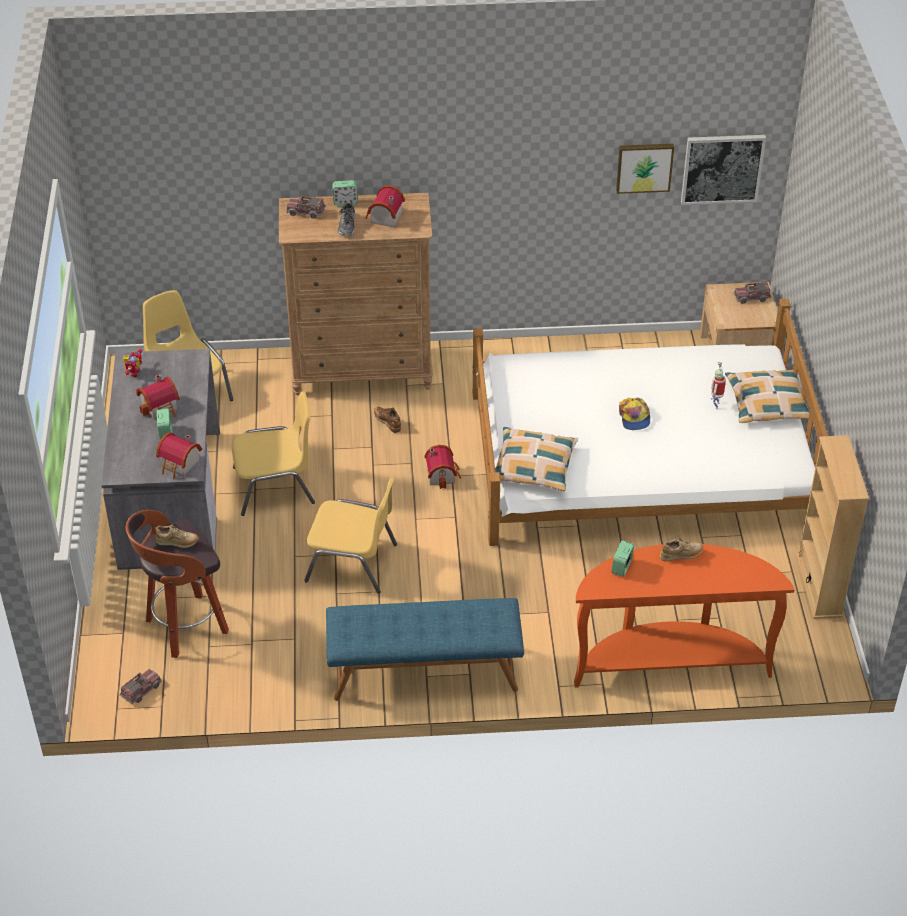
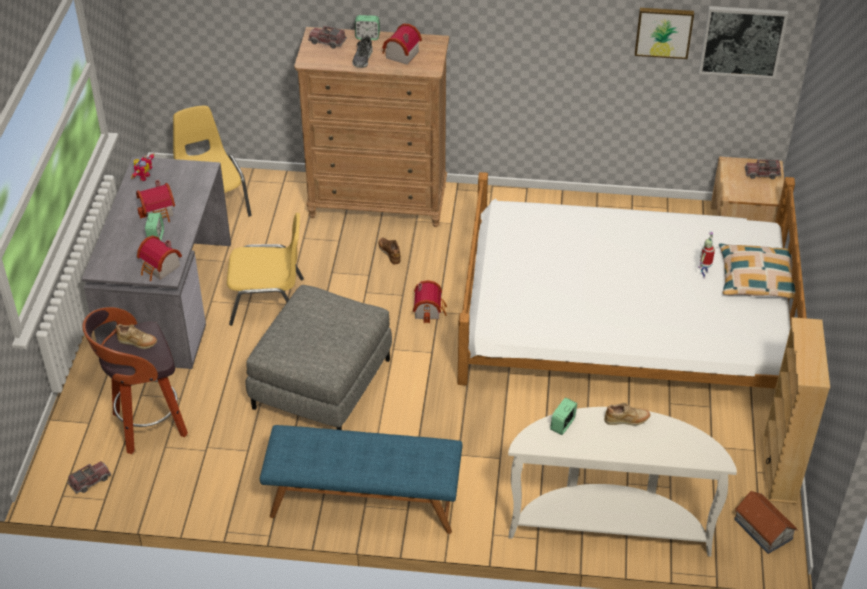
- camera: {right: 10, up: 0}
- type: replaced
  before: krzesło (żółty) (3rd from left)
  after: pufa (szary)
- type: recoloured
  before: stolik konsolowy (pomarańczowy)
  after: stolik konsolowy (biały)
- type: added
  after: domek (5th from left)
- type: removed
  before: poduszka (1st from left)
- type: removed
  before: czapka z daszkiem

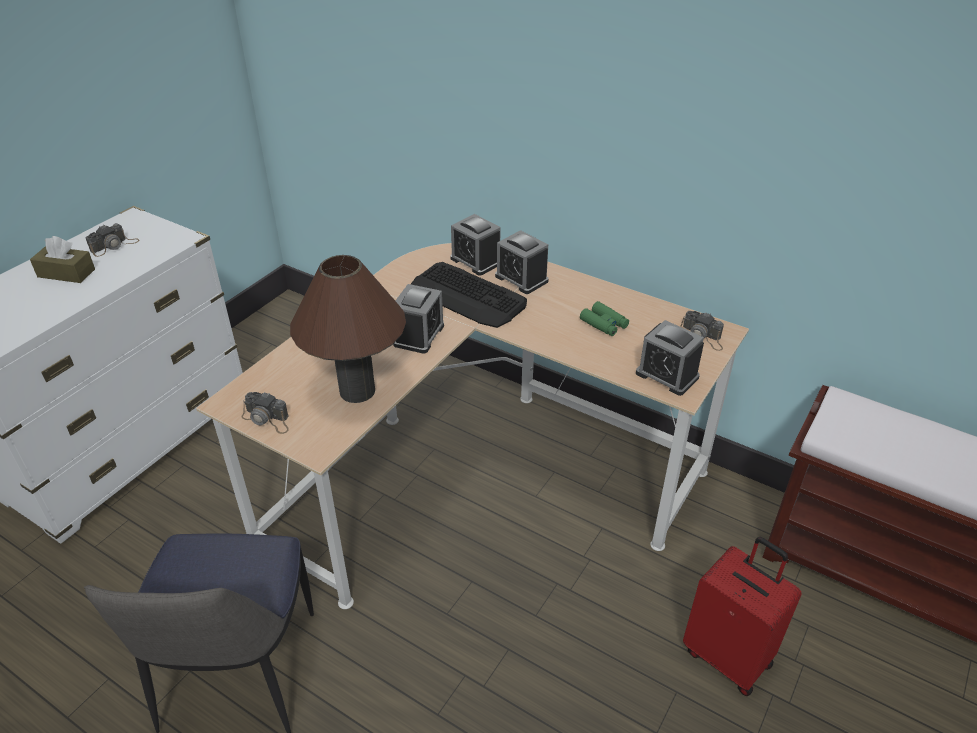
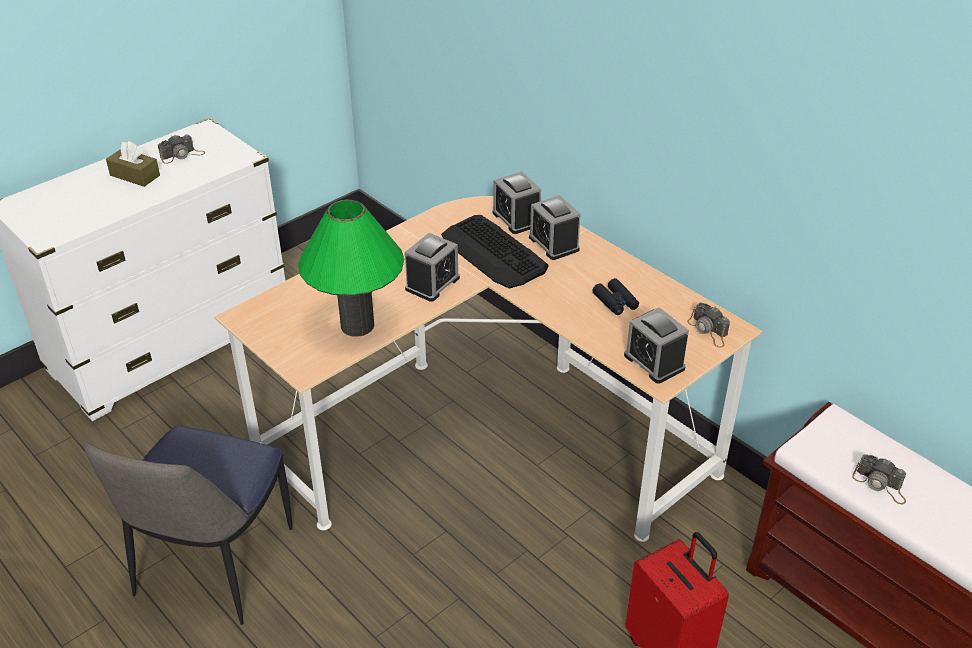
- camera: {right: 15, up: 0}
- type: recoloured
  before: lampa stołowa (brązowy)
  after: lampa stołowa (zielony)
- type: recoloured
  before: lornetka (zielony)
  after: lornetka (czarny)
- type: moved
  before: aparat fotograficzny (2nd from left in the first image)
  after: aparat fotograficzny (3rd from left)

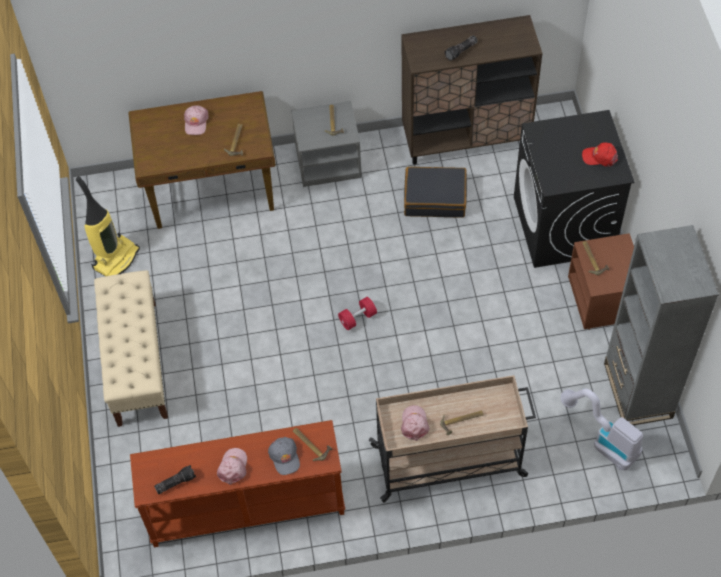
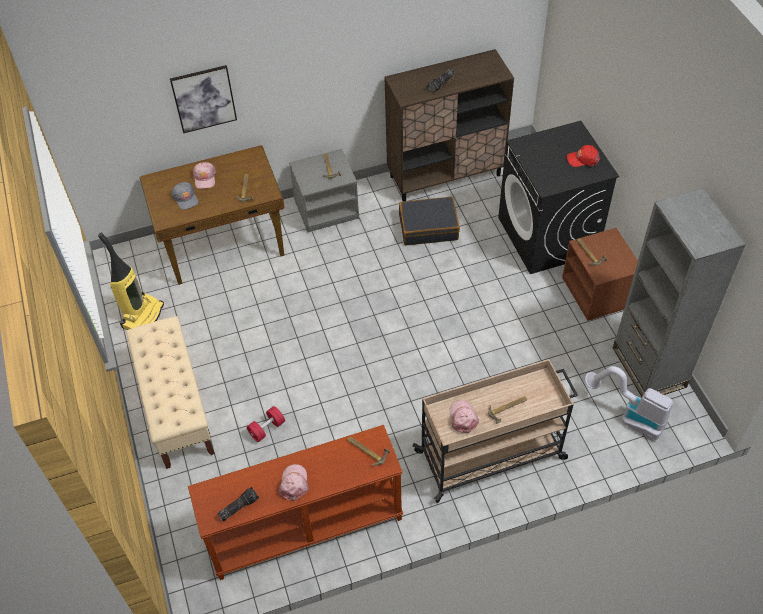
- camera: {right: -10, up: -5}
- type: added
  after: obraz
- type: moved
  before: czapka z daszkiem (szary)
- type: moved
  before: hantel (czerwony)

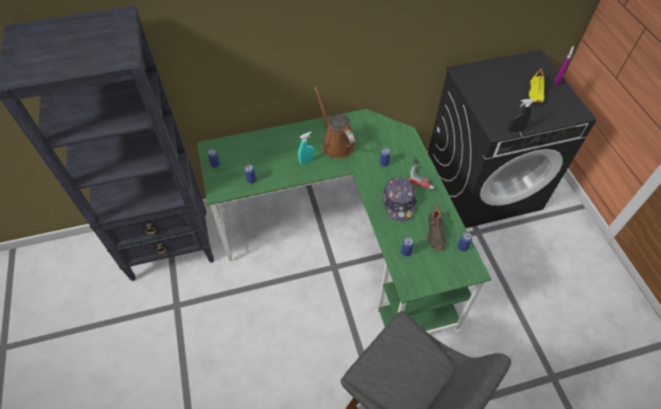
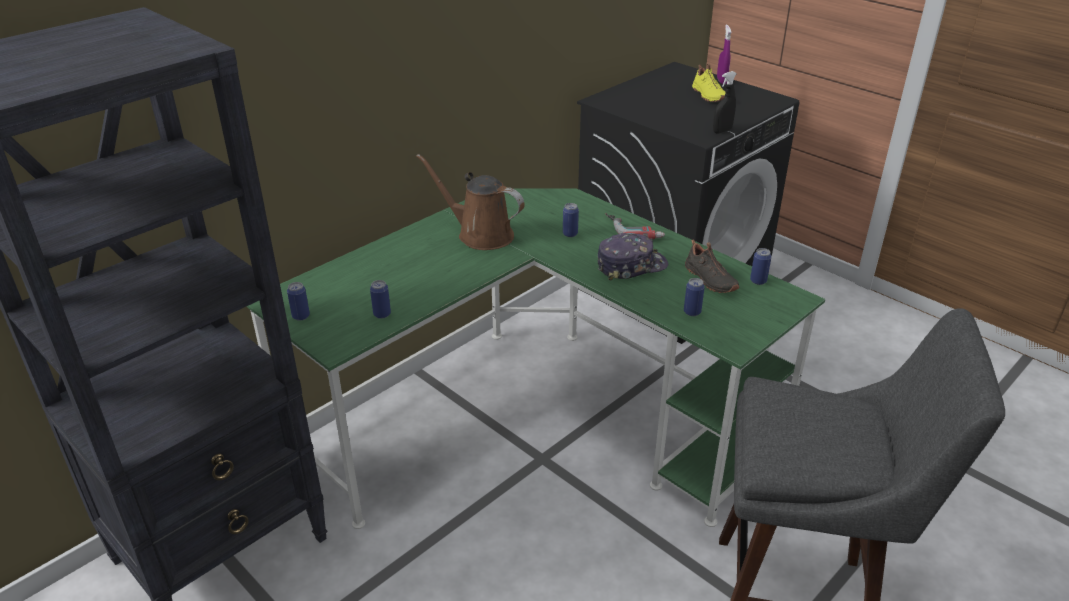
- camera: {right: -30, up: -20}
- type: turned
  before: czapka z daszkiem
  turn: -75
- type: removed
  before: spryskiwacz (turkusowy)

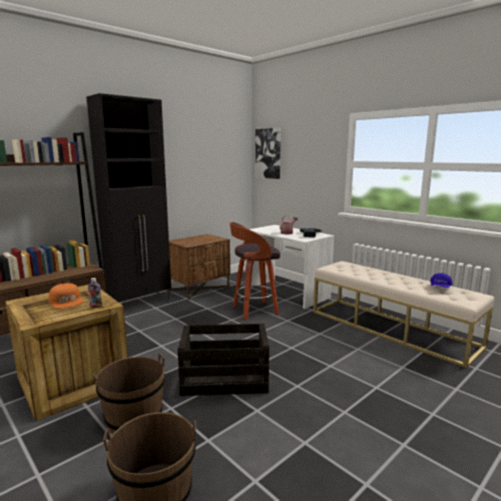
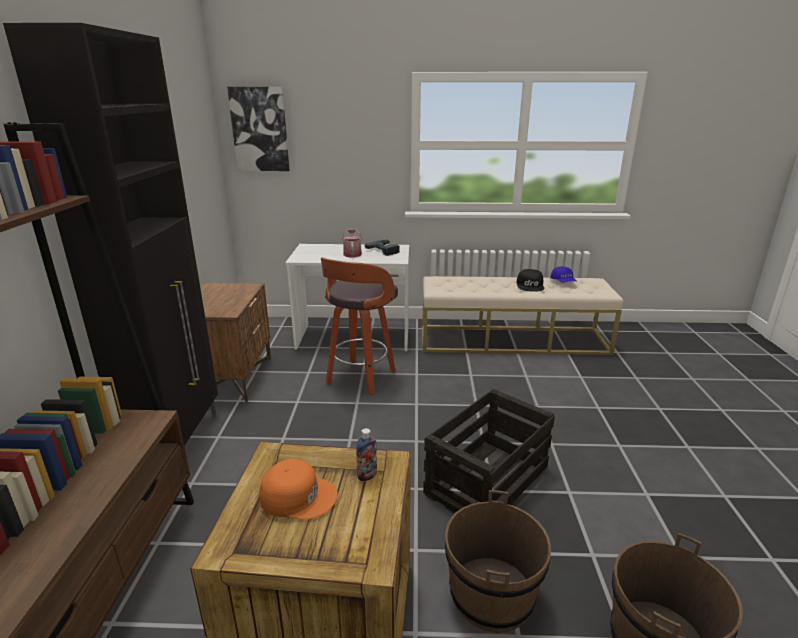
- camera: {right: -45, up: 10}
- type: added
  after: czapka z daszkiem (czarny)

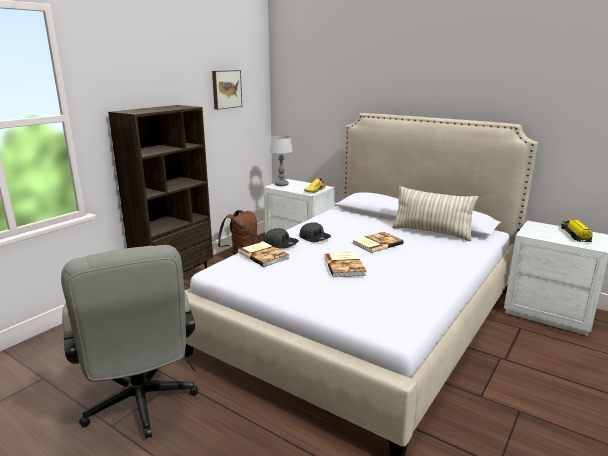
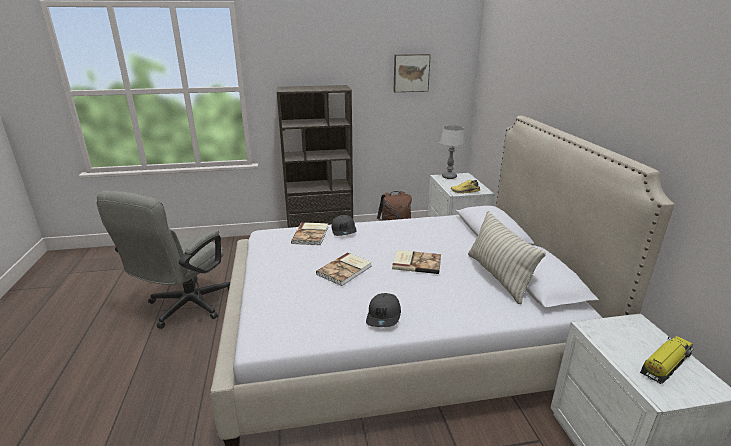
- camera: {right: 45, up: 5}
- type: moved
  before: czapka z daszkiem (szary) (2nd from left)

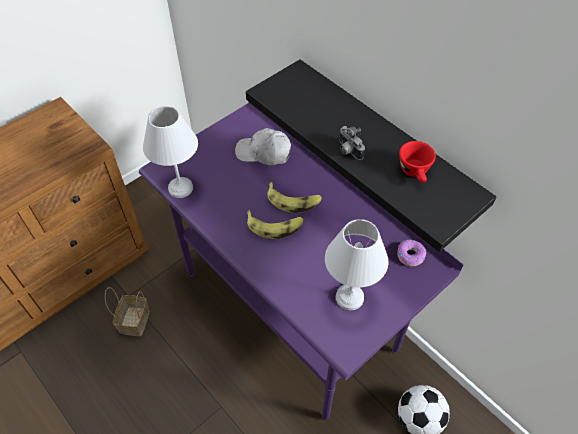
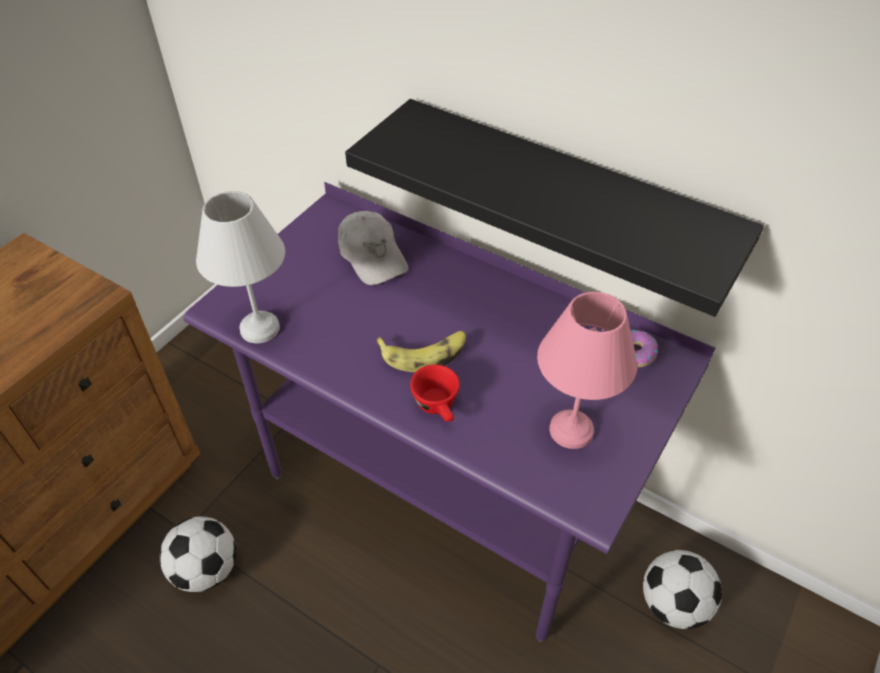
- camera: {right: -15, up: -5}
- type: replaced
  before: koszyk
  after: piłka futbolowa (1st from left)
- type: turned
  before: czapka z daszkiem (biały)
  turn: -120
- type: moved
  before: filiżanka (czerwony)
- type: recoloured
  before: lampa stołowa (biały) (2nd from left)
  after: lampa stołowa (różowy)
- type: removed
  before: banan (2nd from left)
- type: removed
  before: aparat fotograficzny

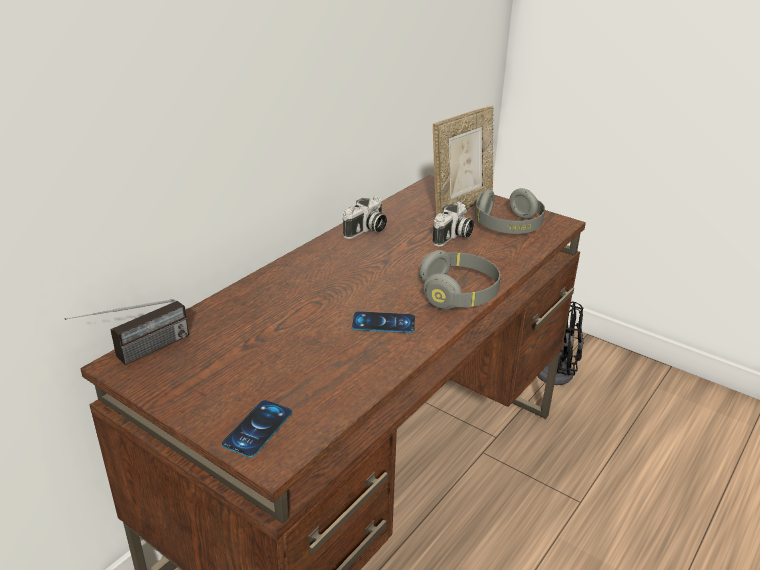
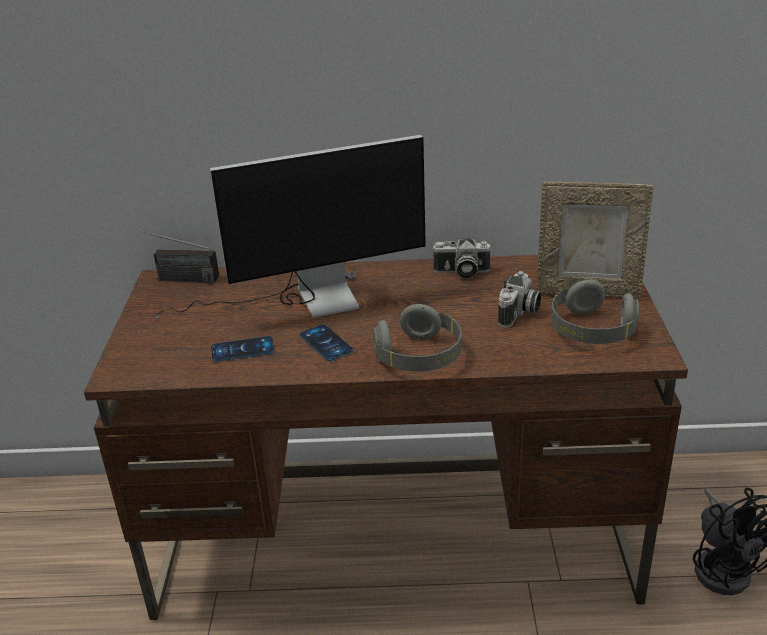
- camera: {right: 55, up: 0}
- type: added
  after: monitor
- type: moved
  before: telefon (1st from left)
- type: turned
  before: aparat fotograficzny (2nd from left)
  turn: -60

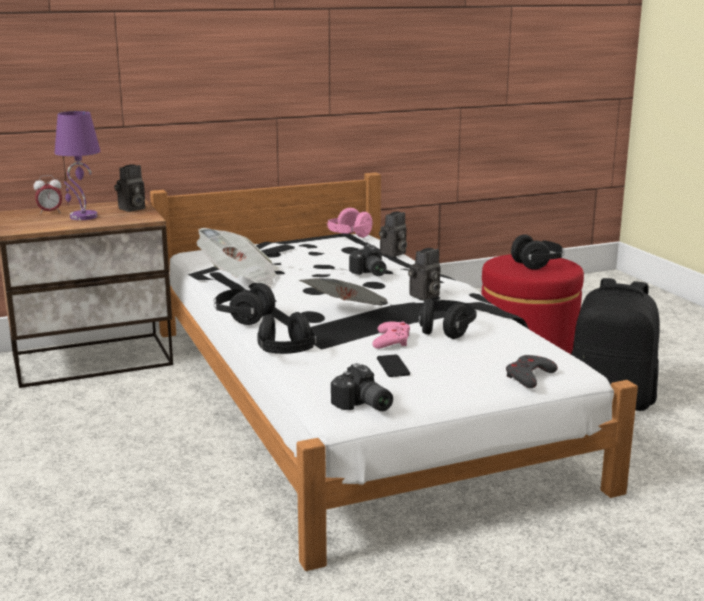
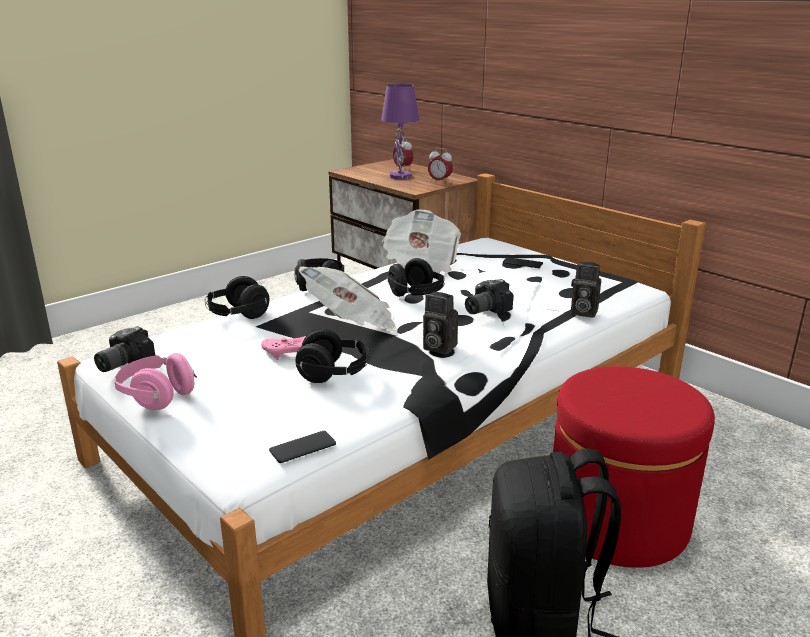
- camera: {right: 70, up: 5}
- type: moved
  before: słuchawki (różowy)
- type: moved
  before: telefon (2nd from left in the first image)
  after: telefon (1st from left)
- type: moved
  before: słuchawki (czarny) (4th from left)
- type: replaced
  before: aparat fotograficzny (1st from left)
  after: budzik (2nd from left)
- type: removed
  before: pad do gier (szary)

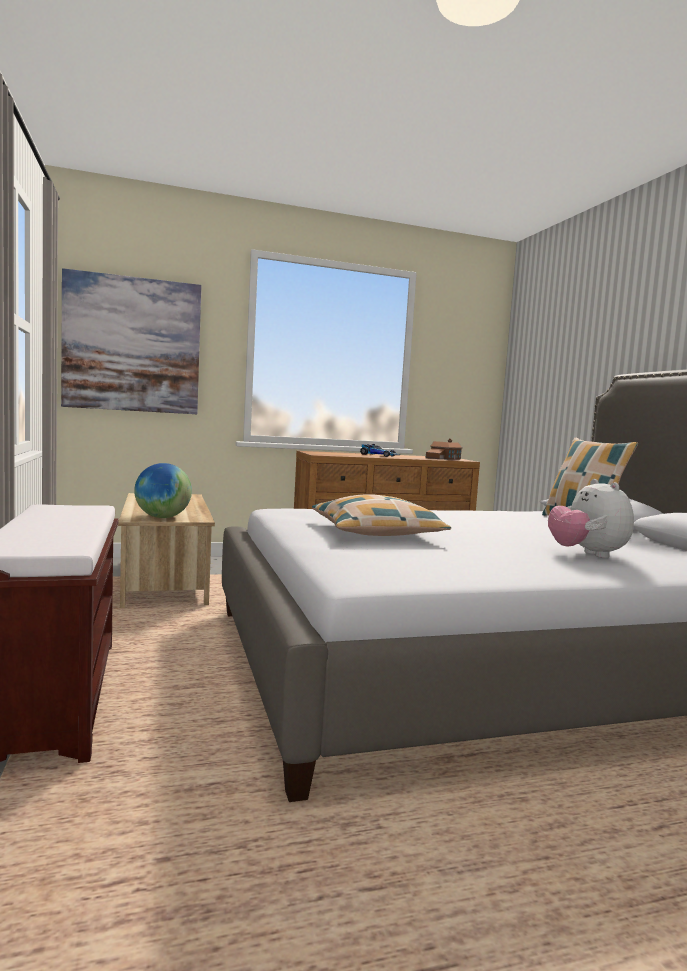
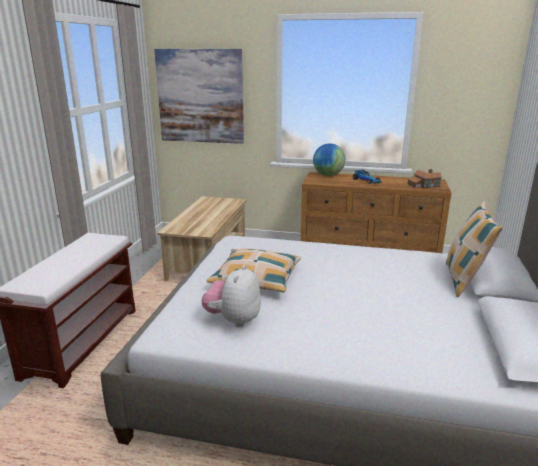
- camera: {right: 30, up: 15}
- type: moved
  before: pluszak
- type: moved
  before: globus

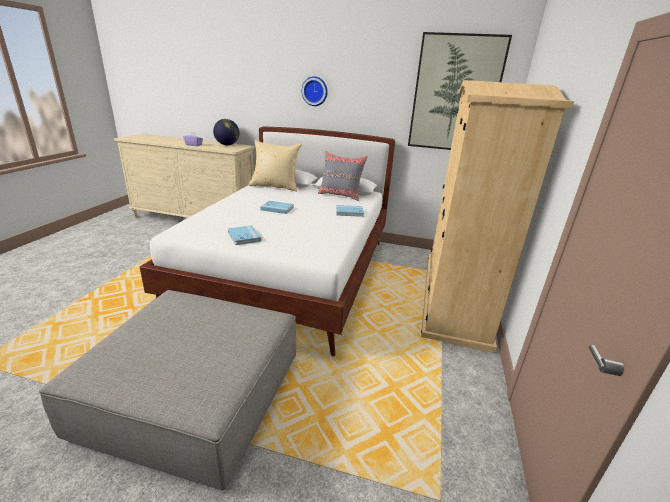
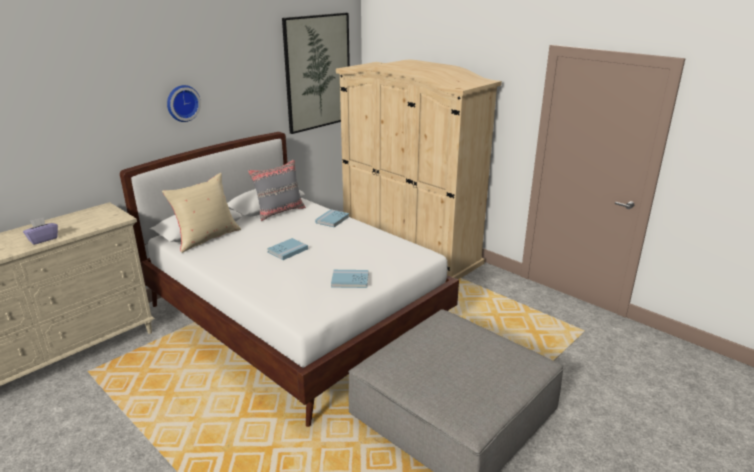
- camera: {right: -60, up: 0}
- type: removed
  before: globus

